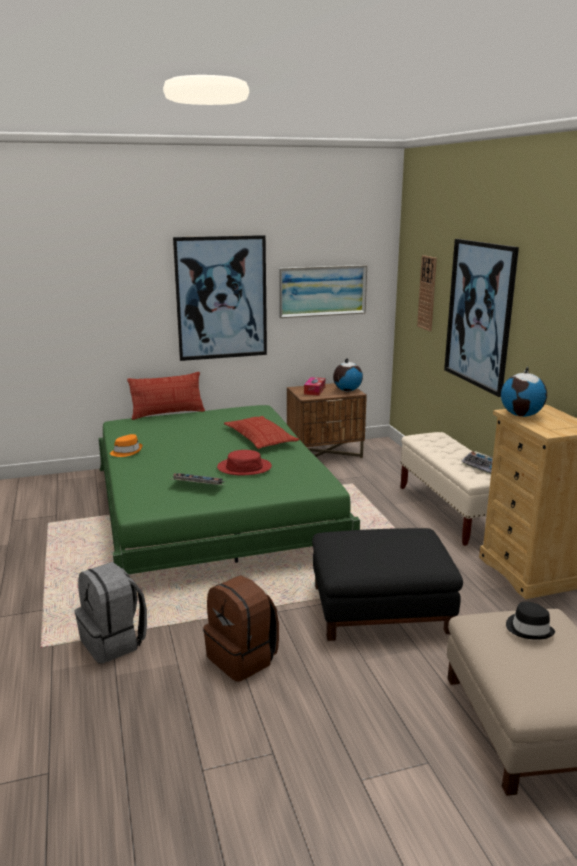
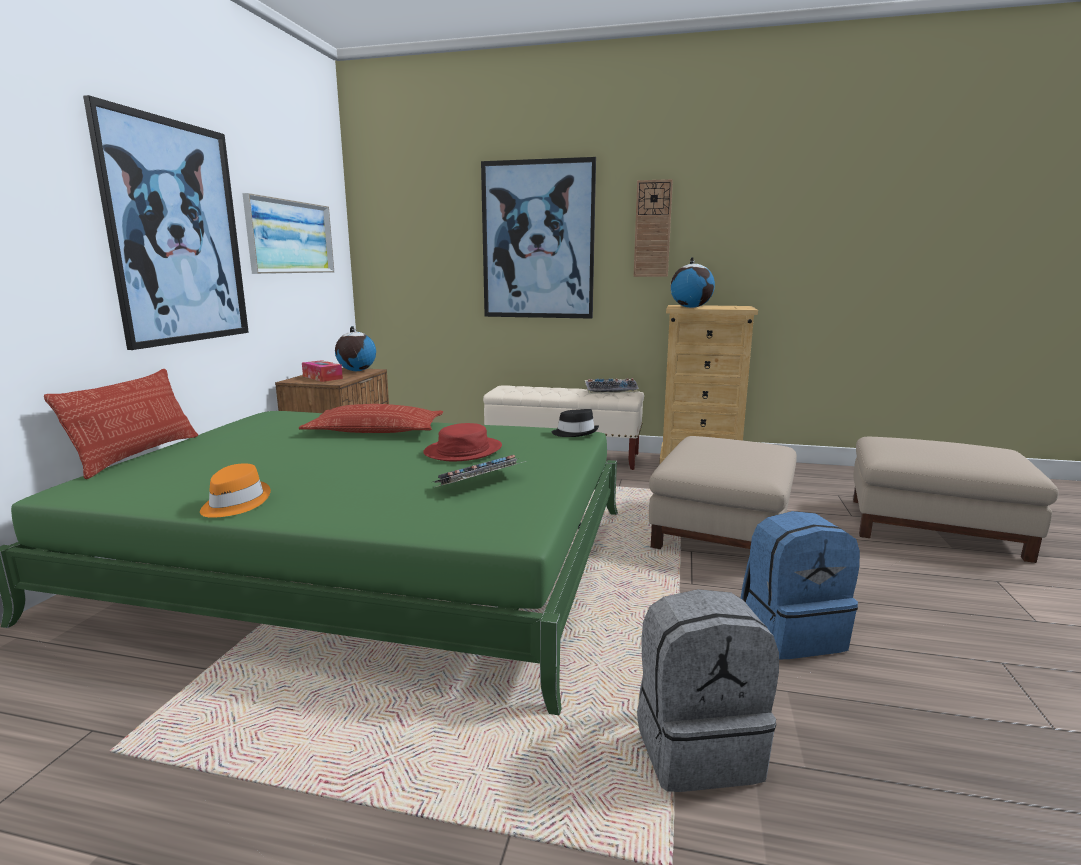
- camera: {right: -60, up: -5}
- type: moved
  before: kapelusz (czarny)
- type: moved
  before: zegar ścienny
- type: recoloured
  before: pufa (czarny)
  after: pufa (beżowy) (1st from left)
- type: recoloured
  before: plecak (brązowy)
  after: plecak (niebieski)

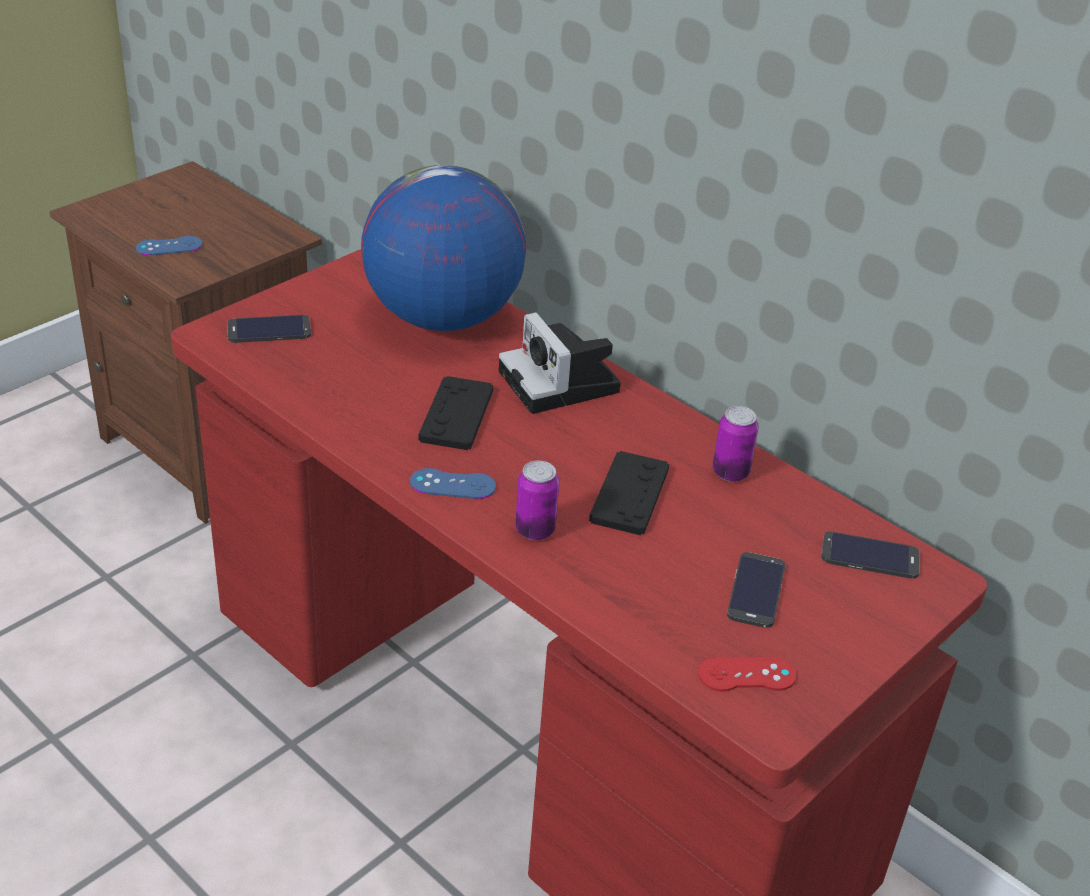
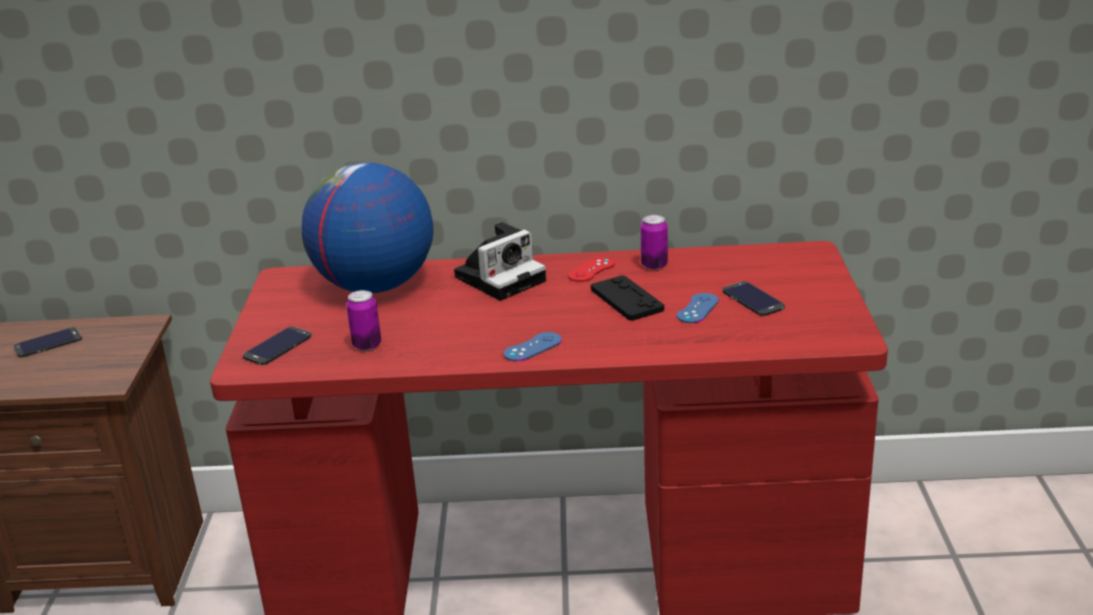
- camera: {right: -40, up: -10}
- type: moved
  before: telefon (3rd from left in the first image)
  after: telefon (1st from left)
- type: moved
  before: puszka (1st from left)
- type: turned
  before: aparat fotograficzny
  turn: -60
- type: moved
  before: pad do gier (czerwony)
- type: moved
  before: pad do gier (niebieski) (1st from left in the first image)
  after: pad do gier (niebieski) (2nd from left)
- type: removed
  before: pad do gier (czarny) (1st from left)

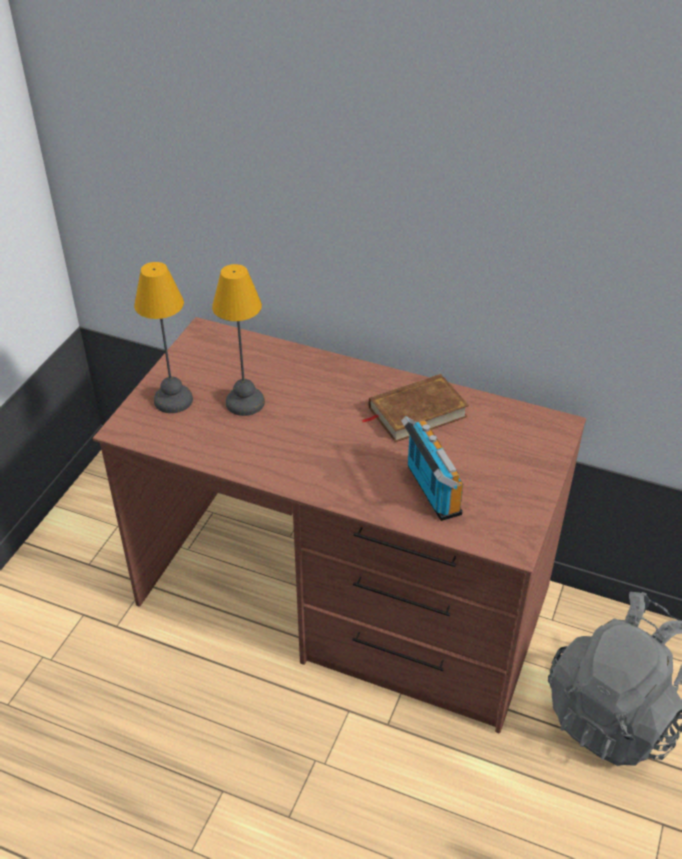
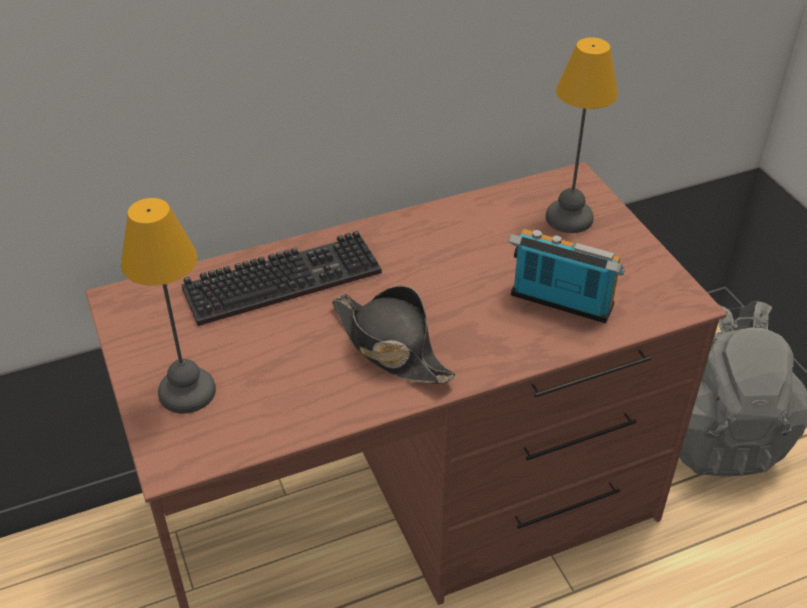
- camera: {right: -45, up: 0}
- type: added
  after: klawiatura
- type: added
  after: kapelusz (czarny)
- type: moved
  before: lampa stołowa (2nd from left)
- type: removed
  before: książka (brązowy)

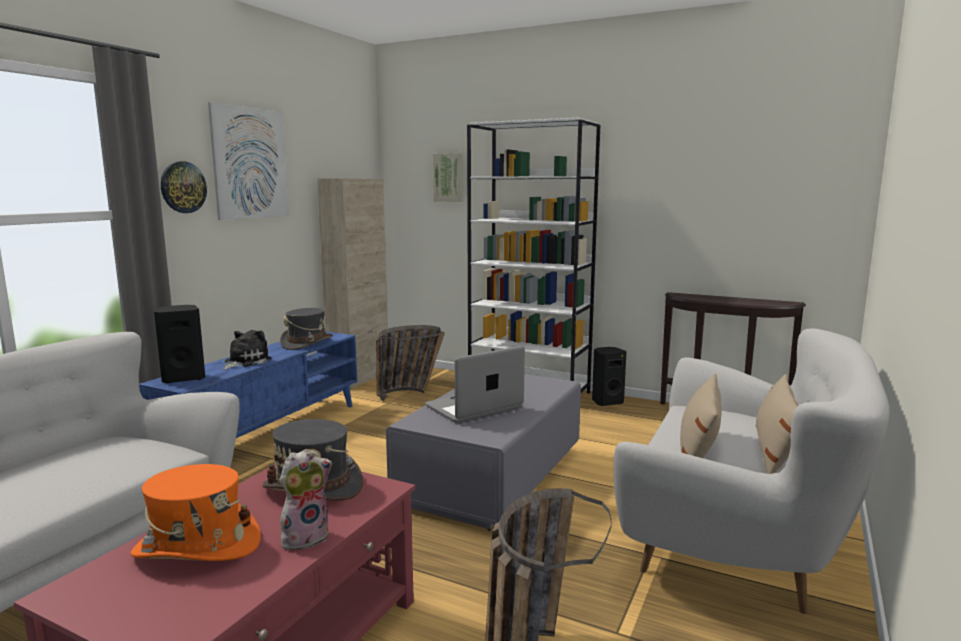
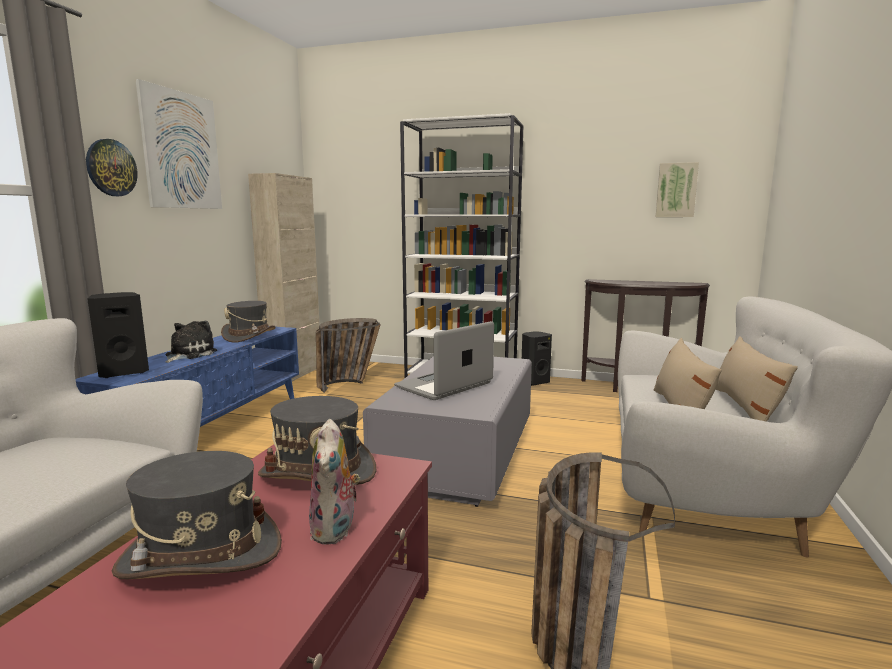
- camera: {right: -10, up: 0}
- type: recoloured
  before: kapelusz (pomarańczowy)
  after: kapelusz (szary) (1st from left)
- type: turned
  before: pluszak (2nd from left)
  turn: 135
- type: moved
  before: obraz (2nd from left)

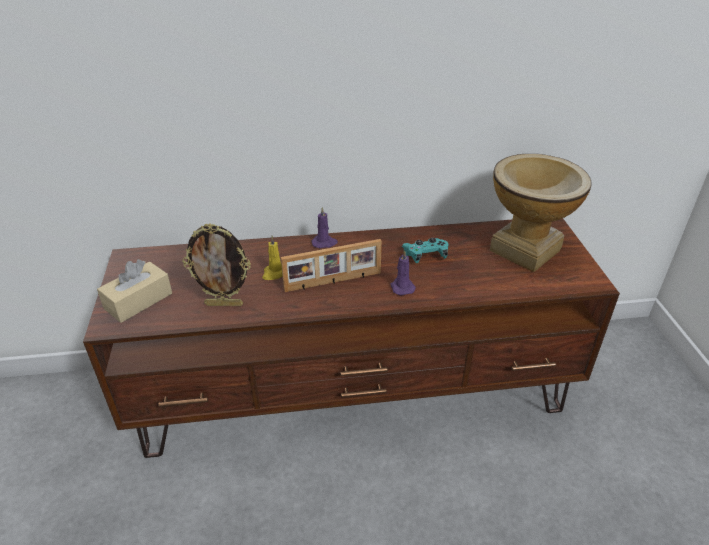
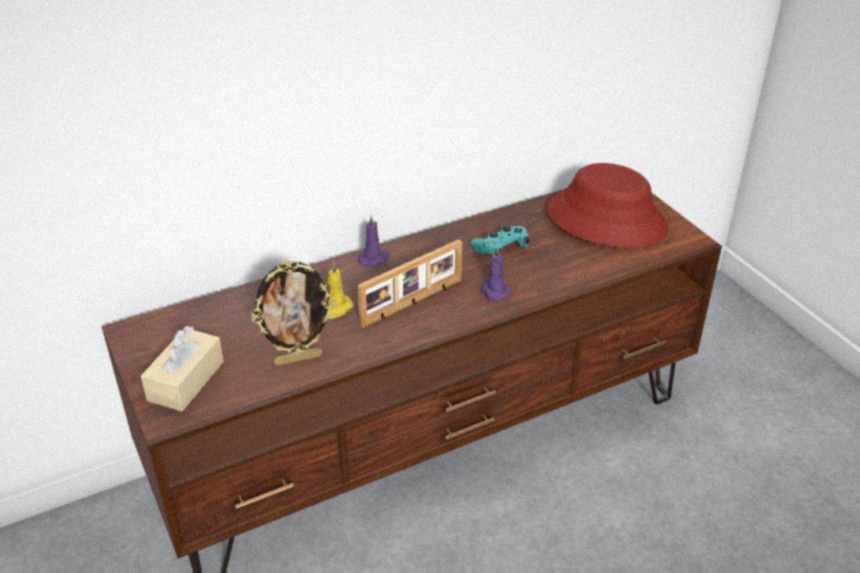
- camera: {right: -20, up: 0}
- type: replaced
  before: wazon
  after: kapelusz (czerwony)

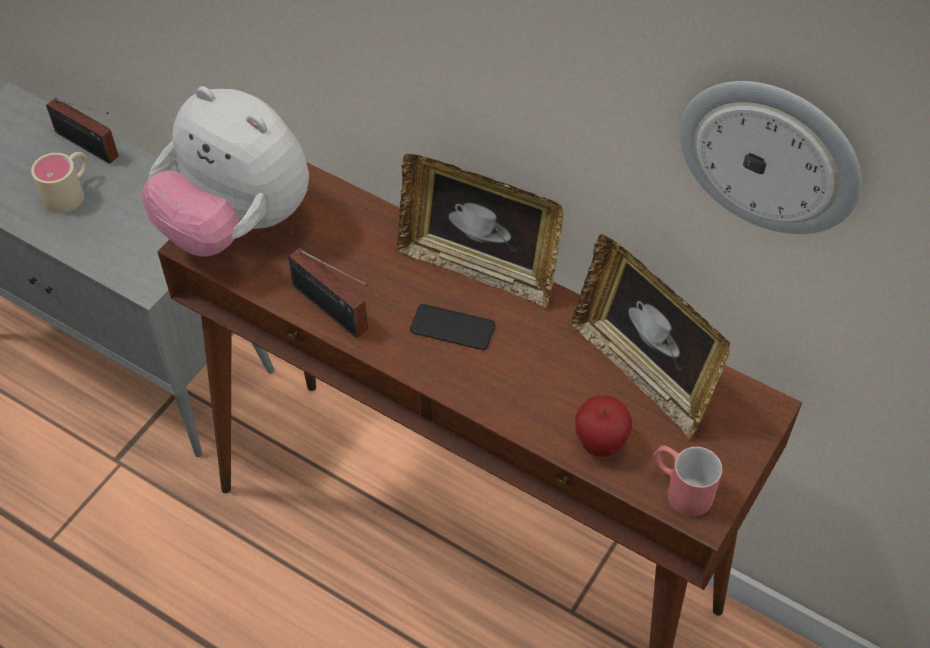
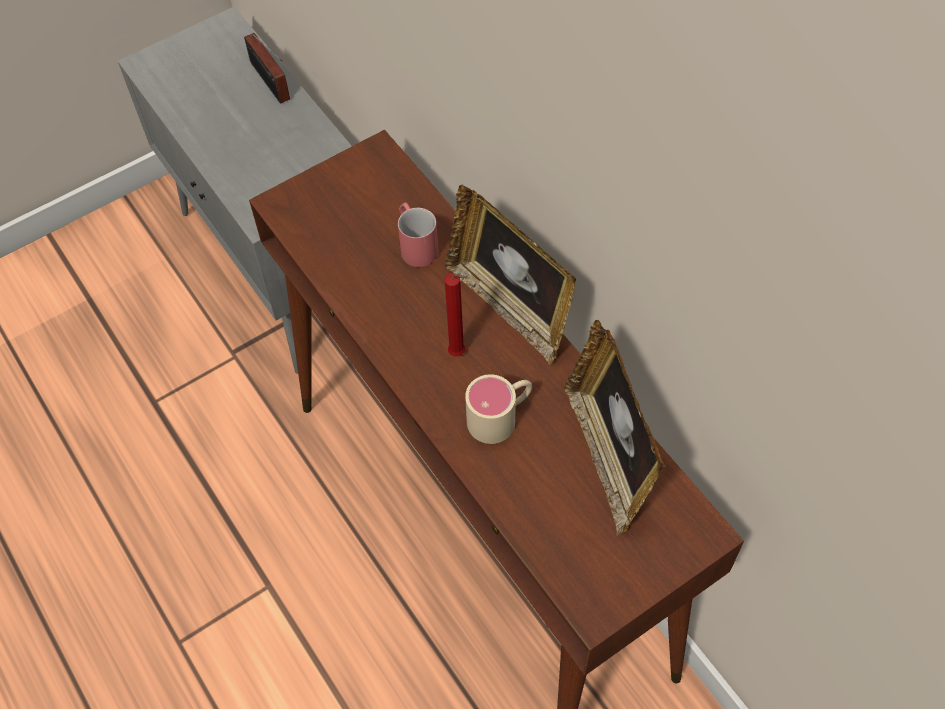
- camera: {right: 25, up: 5}
- type: moved
  before: kubek (czerwony)
- type: replaced
  before: telefon
  after: świeca (czerwony)
- type: moved
  before: kubek (beżowy)
- type: removed
  before: pluszak
- type: removed
  before: radio (2nd from left)
- type: removed
  before: jabłko
- type: removed
  before: zegar ścienny

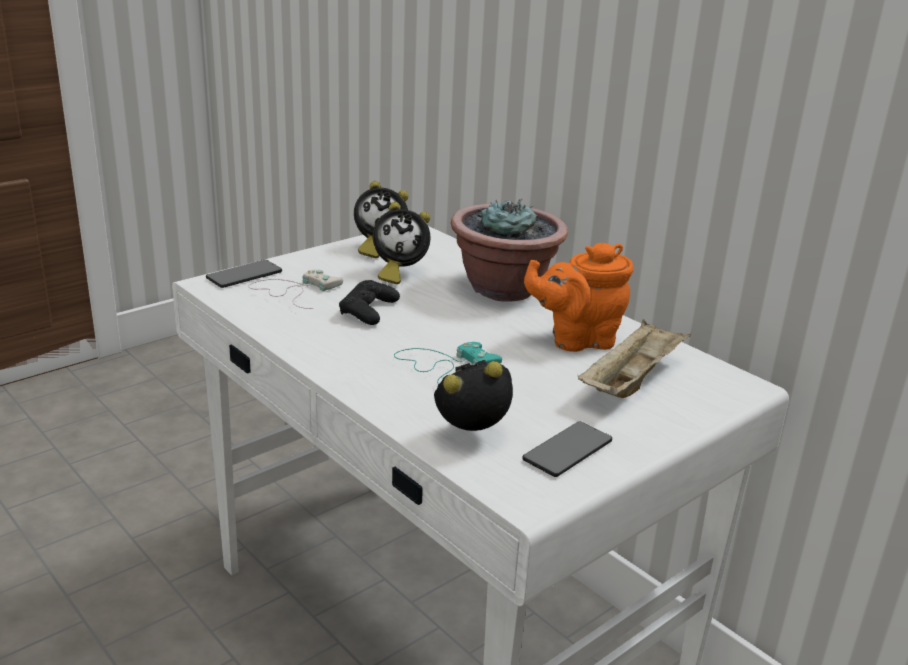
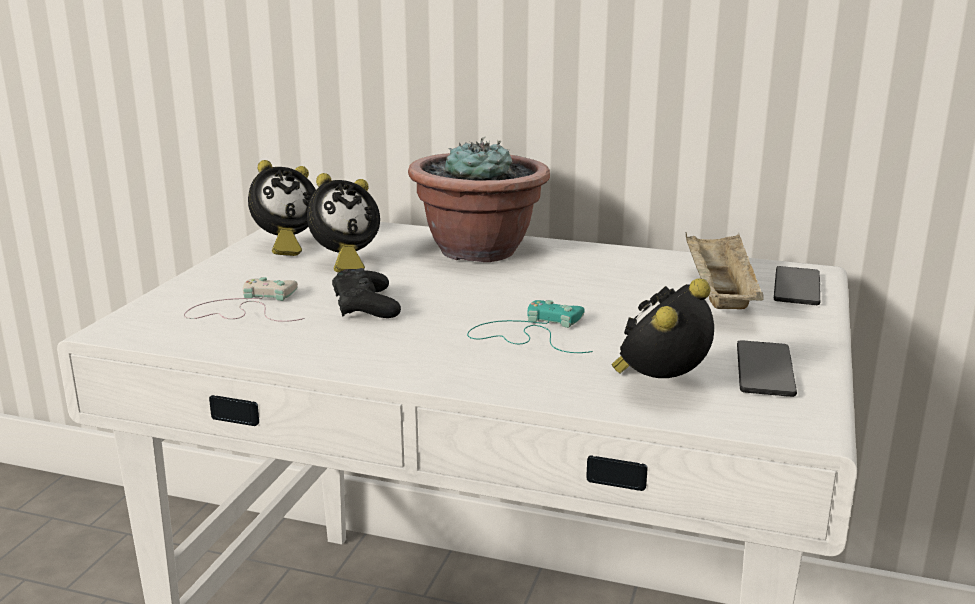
- camera: {right: -30, up: -5}
- type: moved
  before: telefon (1st from left in the first image)
  after: telefon (2nd from left)
- type: removed
  before: imbryk (pomarańczowy)

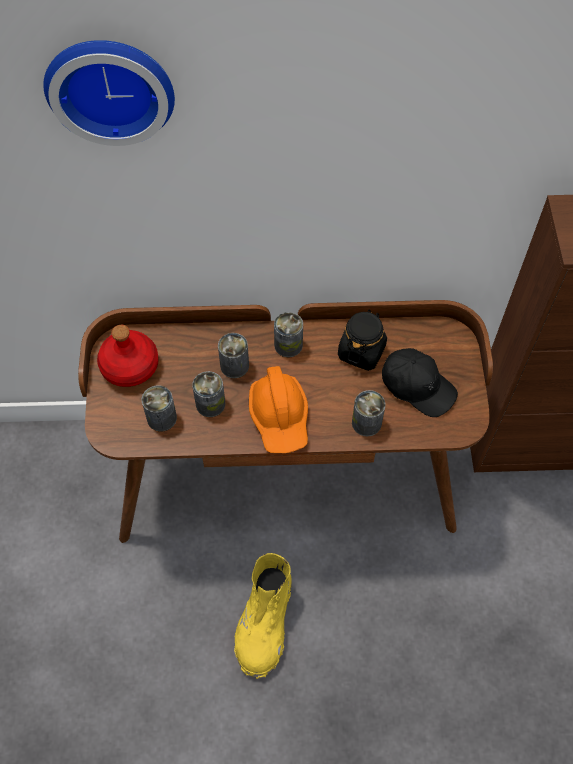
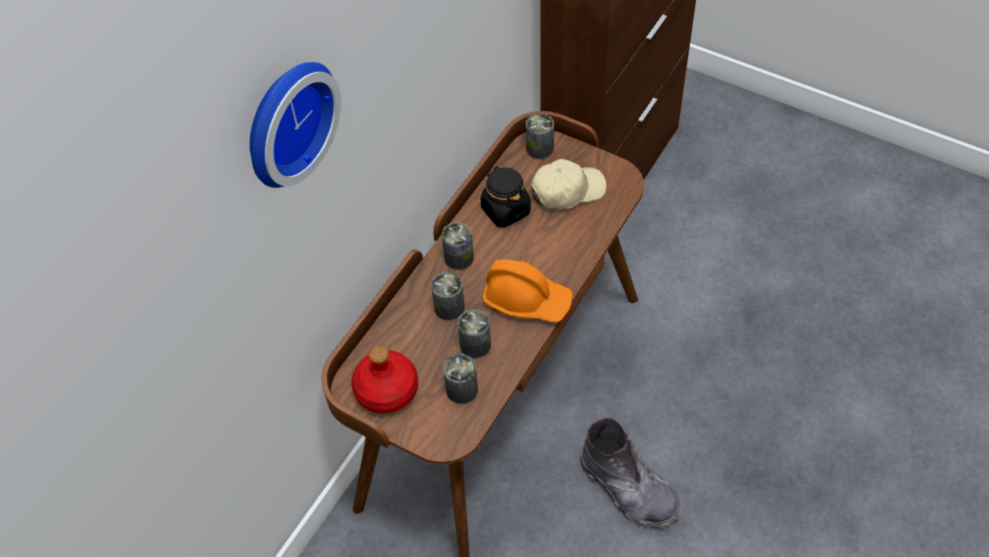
- camera: {right: -55, up: -5}
- type: moved
  before: puszka (5th from left)
- type: recoloured
  before: czapka z daszkiem (czarny)
  after: czapka z daszkiem (beżowy)
- type: recoloured
  before: but z cholewką (żółty)
  after: but z cholewką (szary)

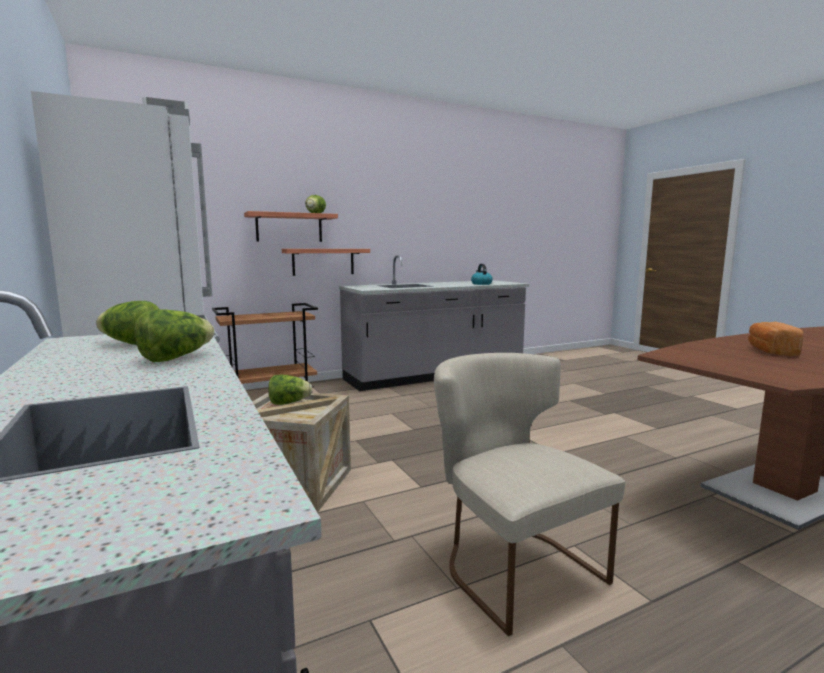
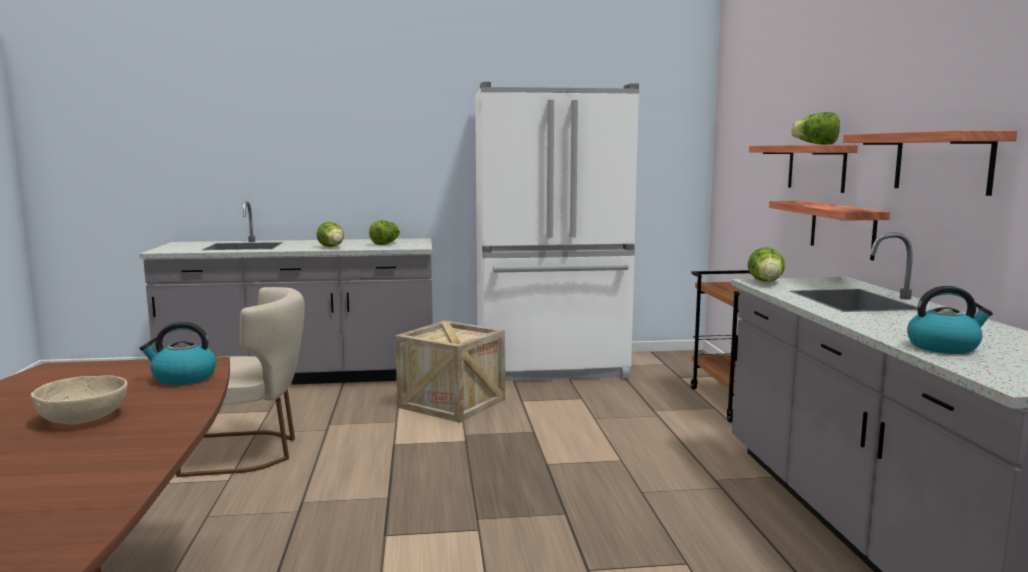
- camera: {right: 110, up: 0}
- type: replaced
  before: chleb
  after: miska (beżowy)
- type: added
  after: czajnik (1st from left)
- type: moved
  before: sałata (3rd from left)
- type: added
  after: półka (3rd from left)

